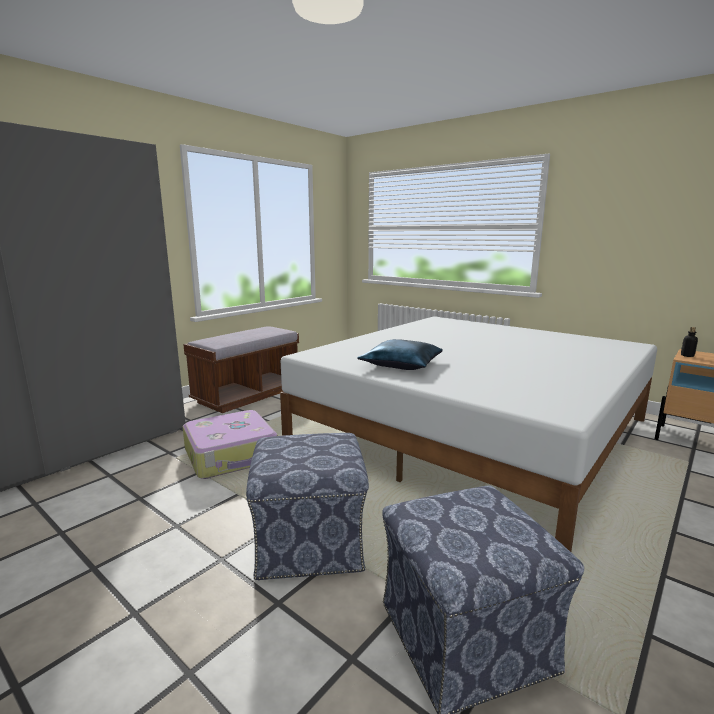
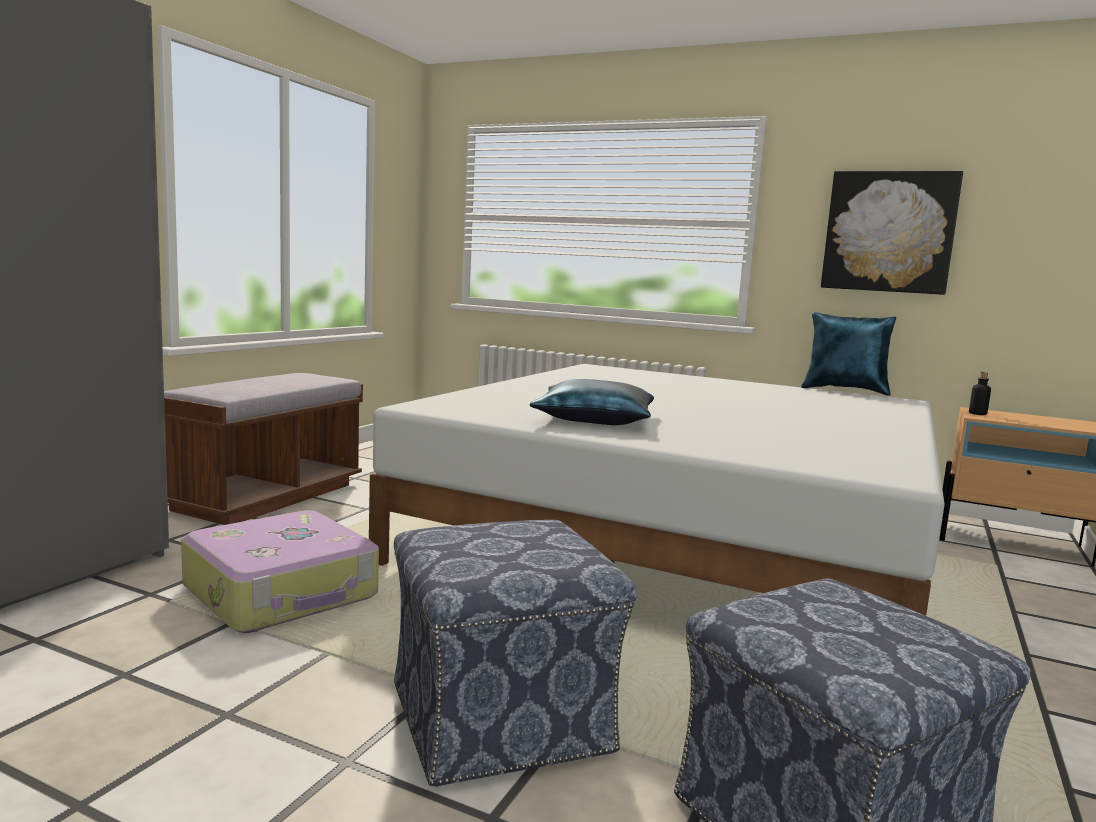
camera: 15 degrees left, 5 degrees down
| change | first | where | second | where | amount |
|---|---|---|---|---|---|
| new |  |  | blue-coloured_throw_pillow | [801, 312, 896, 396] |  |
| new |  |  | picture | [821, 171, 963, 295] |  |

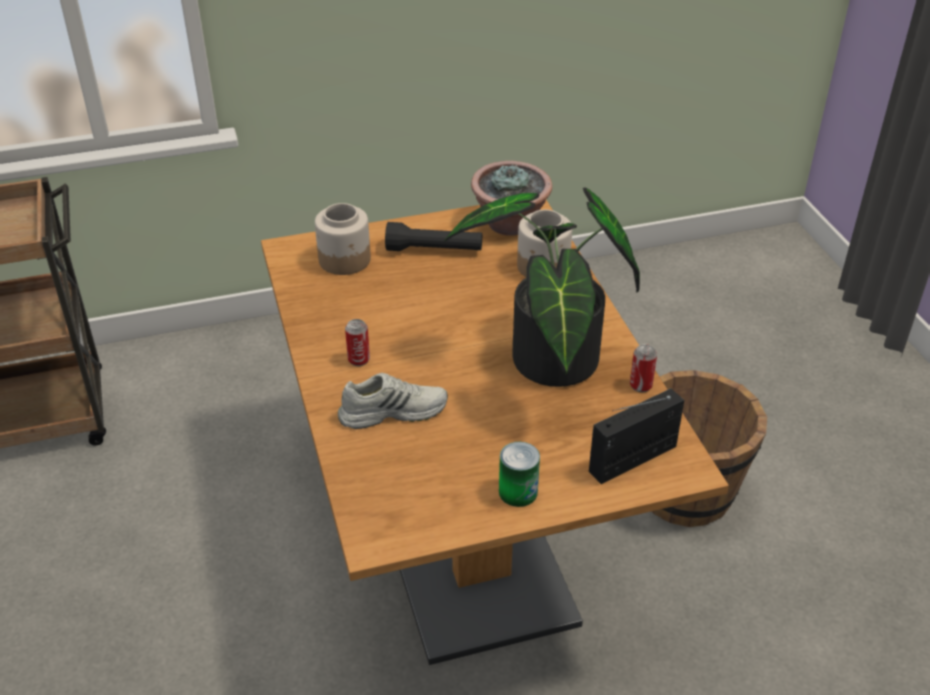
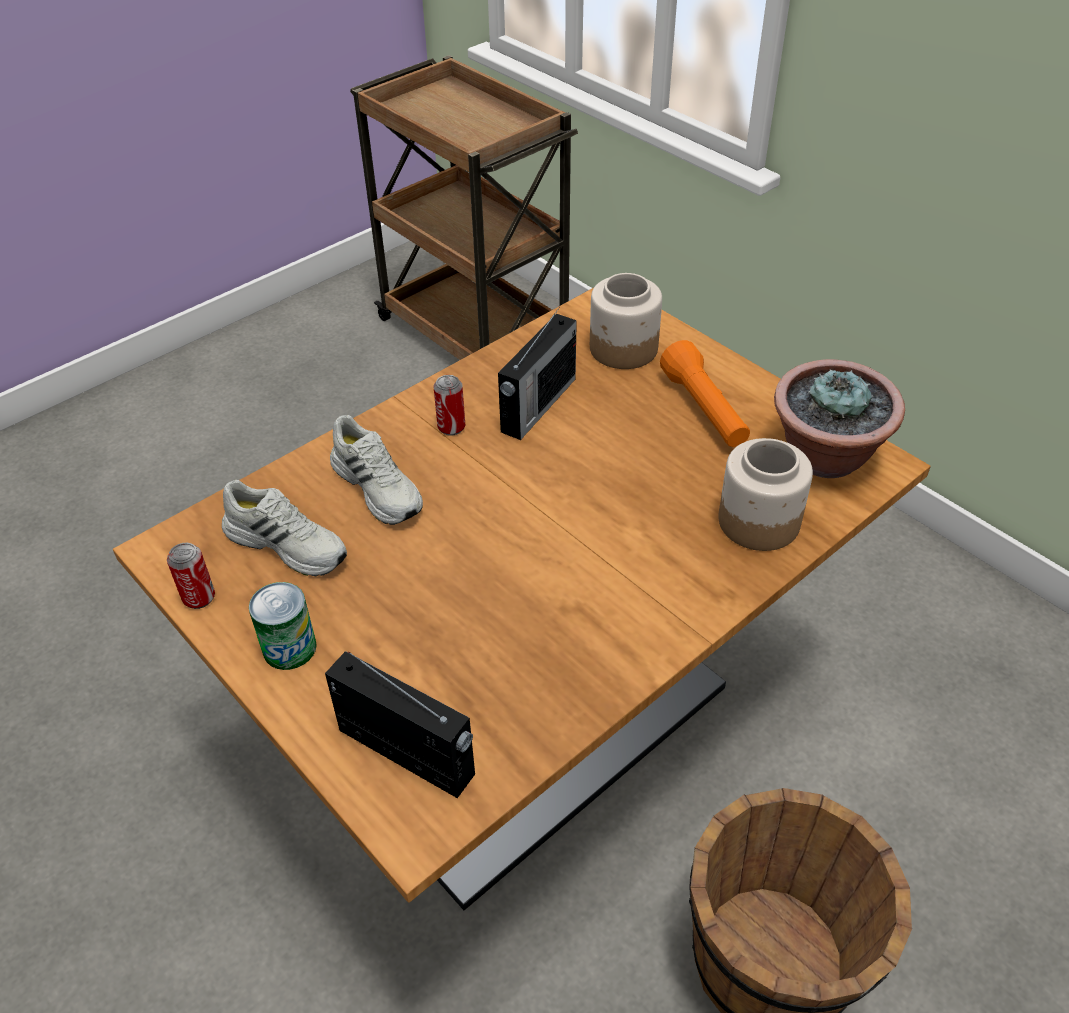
camera: 65 degrees right, 5 degrees up
| change | first | where | second | where | amount |
|---|---|---|---|---|---|
| shifted | can | [630, 344, 657, 392] |  | [167, 543, 215, 609] |  |
| new |  |  | white_item_of_footwear | [222, 480, 347, 576] |  |
| new |  |  | radio | [498, 307, 577, 440] |  |
| repainted | black_torch | [385, 222, 482, 251] | orangey_torch | [660, 340, 750, 447] |  |
| gone | potted_plant | [445, 188, 640, 387] |  |  |  |

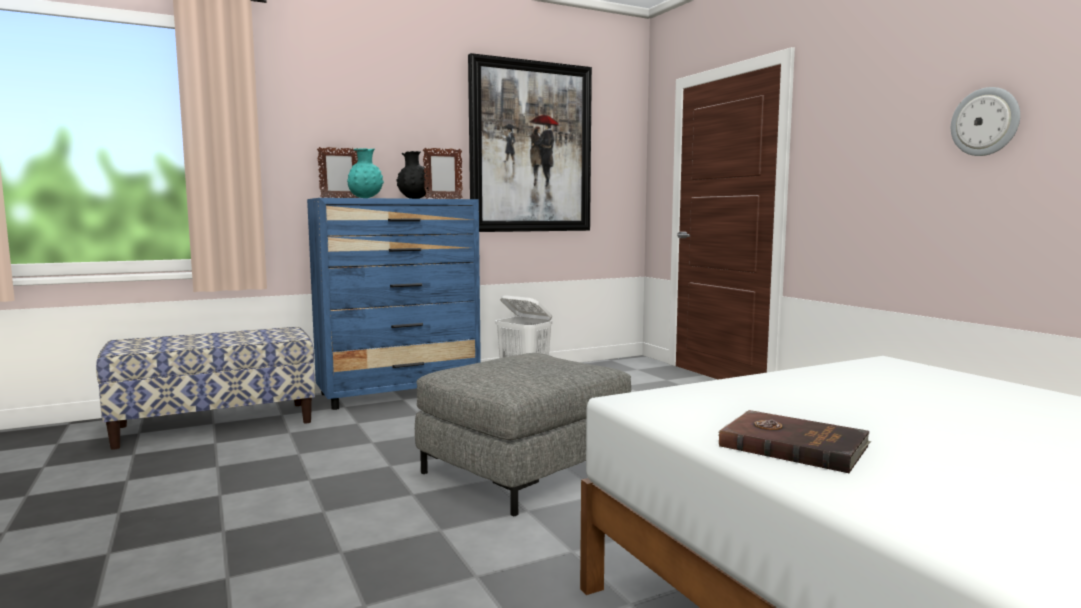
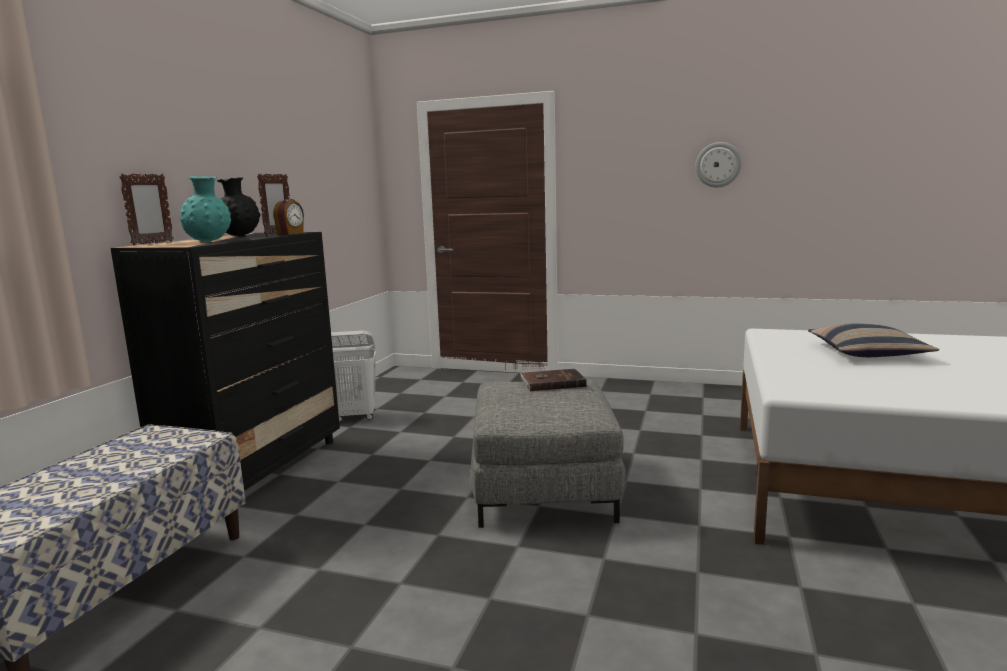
camera: 45 degrees left, 5 degrees up
| change | first | where | second | where | amount |
|---|---|---|---|---|---|
| repainted | blue-coloured_dresser | [307, 198, 481, 410] | black_dresser | [111, 232, 340, 491] |  |
| new |  |  | table_clock | [273, 199, 304, 235] |  |
| shifted | brown_volume | [718, 410, 871, 473] |  | [520, 369, 587, 391] |  |
| new |  |  | throw_pillow | [808, 323, 940, 357] |  |
| gone | picture | [468, 53, 592, 232] |  |  |  |

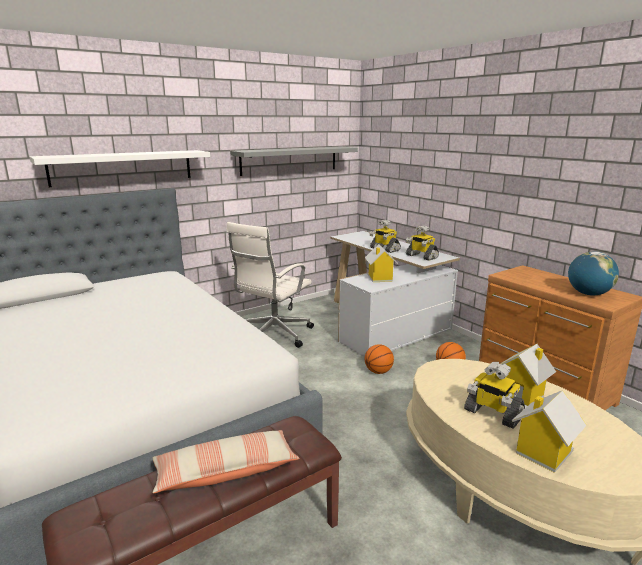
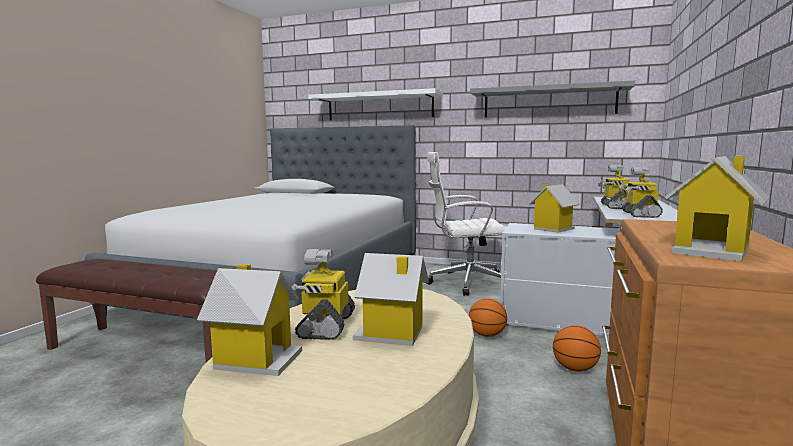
camera: 55 degrees right, 10 degrees down
| change | first | where | second | where | amount |
|---|---|---|---|---|---|
| swapped | globe | [568, 251, 619, 296] | toy_house | [665, 156, 769, 261] |  |
| gone | throw_pillow | [153, 430, 299, 493] |  |  |  |

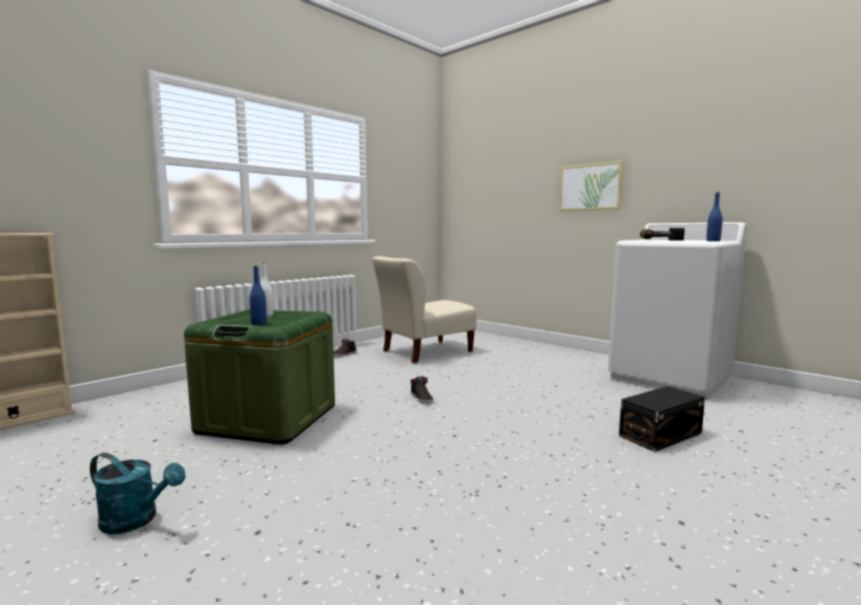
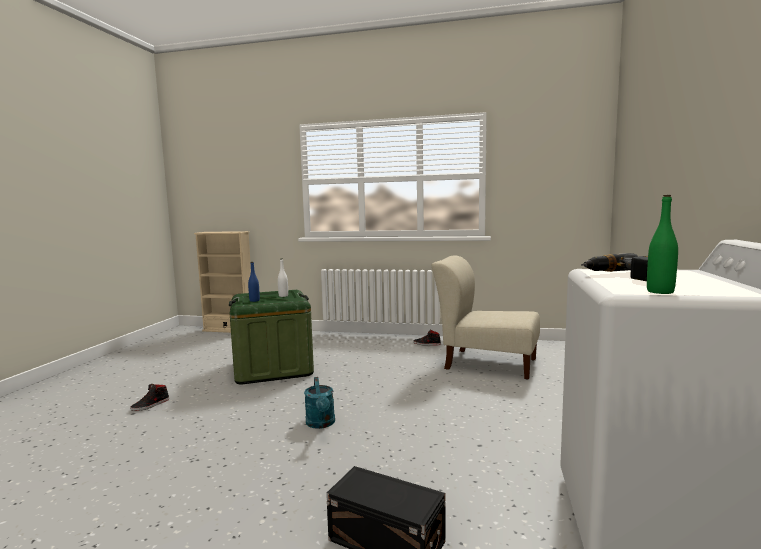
camera: 60 degrees right, 0 degrees up
| change | first | where | second | where | amount |
|---|---|---|---|---|---|
| shifted | black_item_of_footwear | [411, 376, 433, 403] |  | [130, 384, 169, 411] |  |
| shifted | turquoise_sprinkling_can | [90, 453, 185, 534] |  | [304, 377, 335, 429] |  |
| repainted | blue-coloured_beverage_bottle | [707, 192, 723, 241] | green_beverage_bottle | [647, 195, 678, 294] |  |
| gone | picture | [559, 161, 624, 211] |  |  |  |

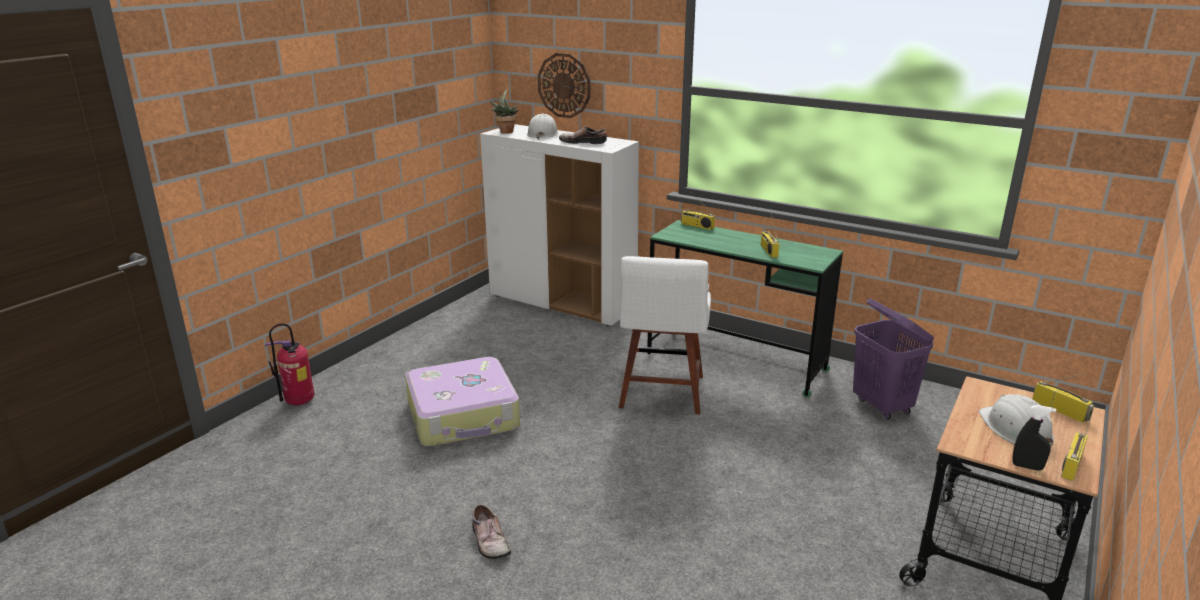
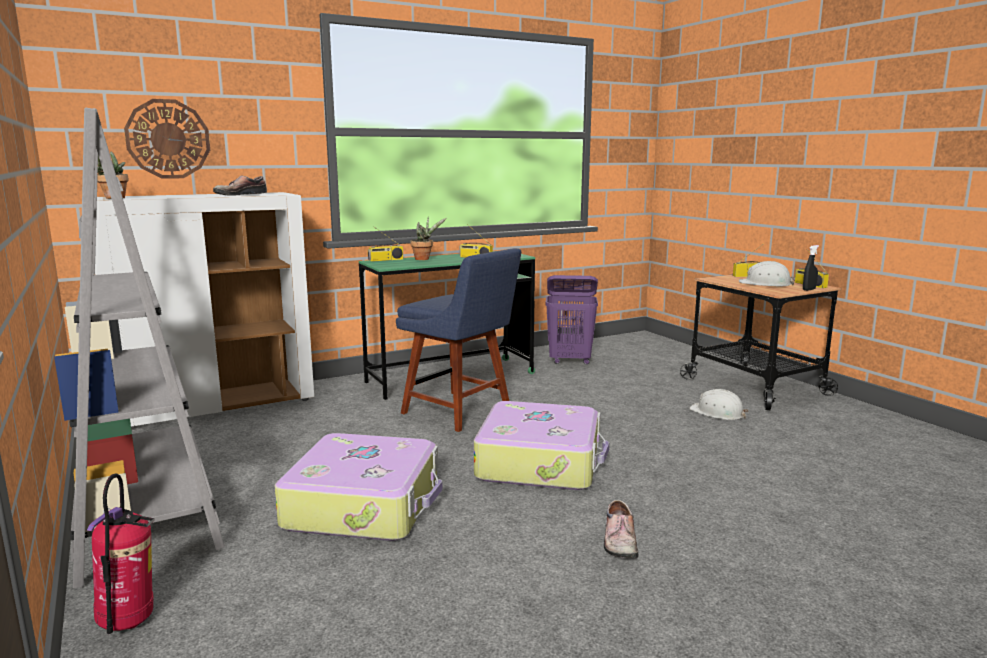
camera: 60 degrees left, 10 degrees down
| change | first | where | second | where | amount |
|---|---|---|---|---|---|
| new |  |  | greyish_bookshelf | [54, 108, 225, 588] |  |
| repainted | white_chair | [619, 256, 711, 415] | blue-coloured_chair | [396, 248, 521, 432] |  |
| new |  |  | potted_plant | [410, 217, 447, 260] |  |
| new |  |  | suitcase | [474, 401, 609, 490] |  |
| rotated | item_of_footwear | [472, 504, 511, 559] |  | [604, 500, 639, 558] | 90 degrees clockwise |
| shifted | white_work_helmet | [527, 114, 559, 139] |  | [689, 389, 749, 420] |  |

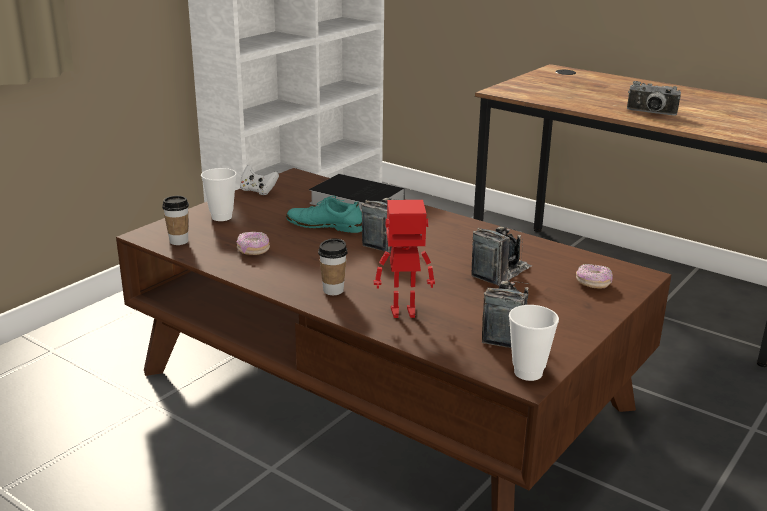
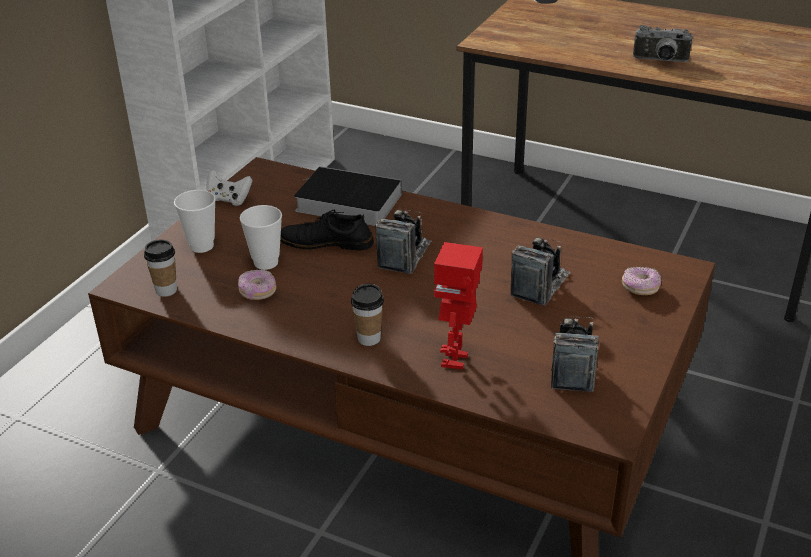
camera: 10 degrees left, 10 degrees up
| change | first | where | second | where | amount |
|---|---|---|---|---|---|
| shifted | cup | [509, 305, 559, 381] |  | [240, 205, 282, 270] |  |
| repainted | turquoise_item_of_footwear | [286, 196, 362, 233] | black_item_of_footwear | [280, 210, 374, 250] |  |
| rotated | model_robot | [374, 200, 435, 318] |  | [434, 242, 483, 369] | 60 degrees counterclockwise |

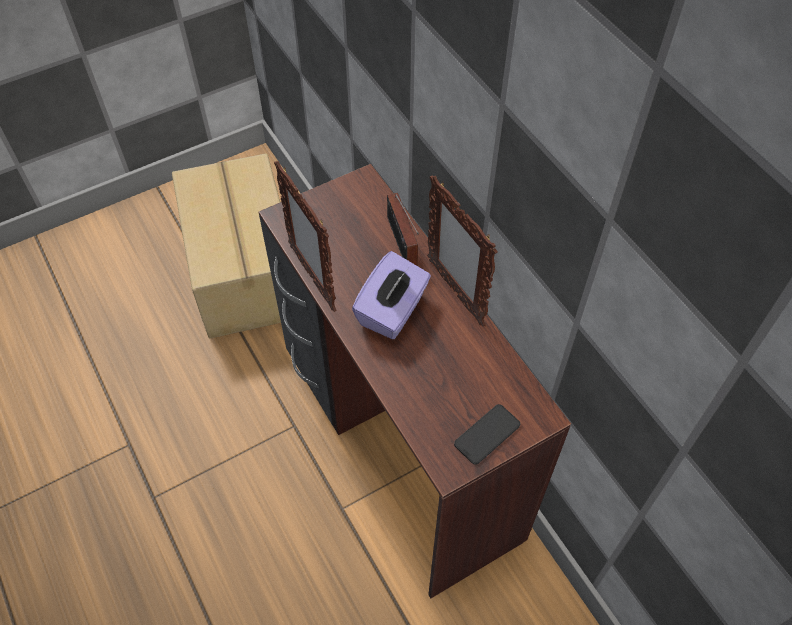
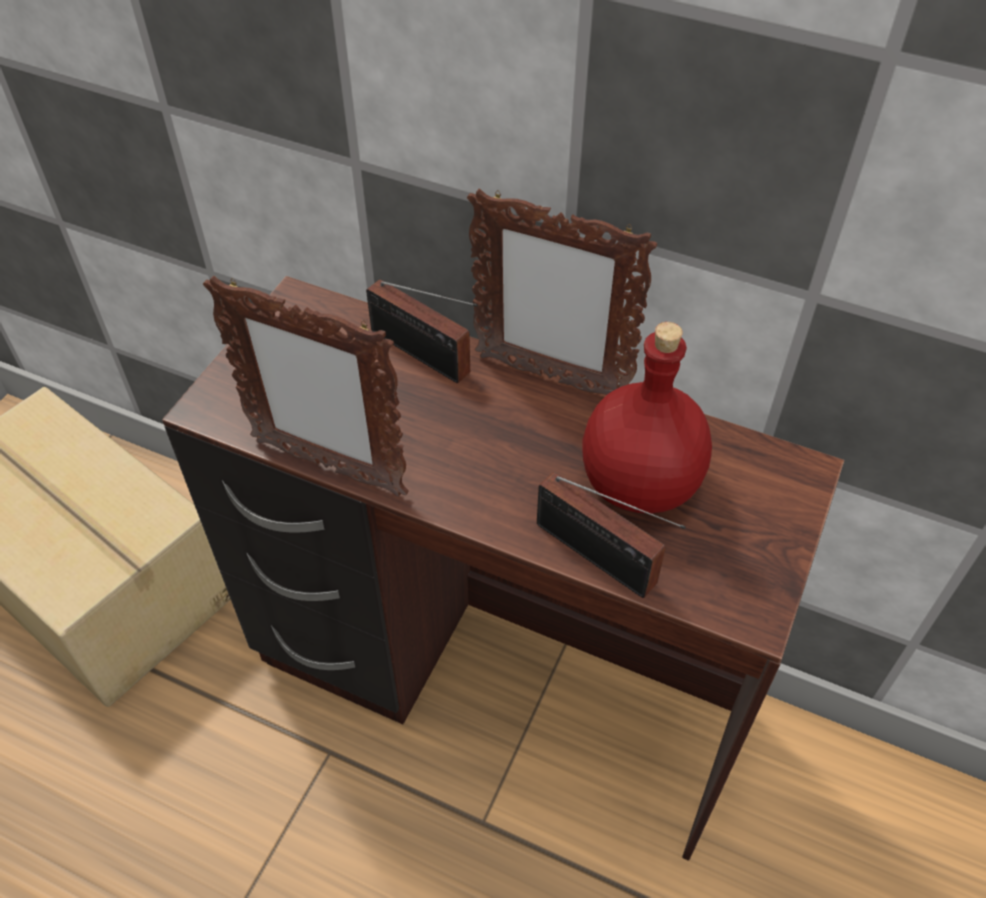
camera: 35 degrees left, 5 degrees down
| change | first | where | second | where | amount |
|---|---|---|---|---|---|
| new |  |  | radio | [537, 472, 686, 598] |  |
| new |  |  | red_beverage_bottle | [582, 322, 712, 513] |  |
| gone | purple_box_of_tissues | [352, 251, 431, 339] |  |  |  |
| gone | phone | [454, 404, 520, 465] |  |  |  |

